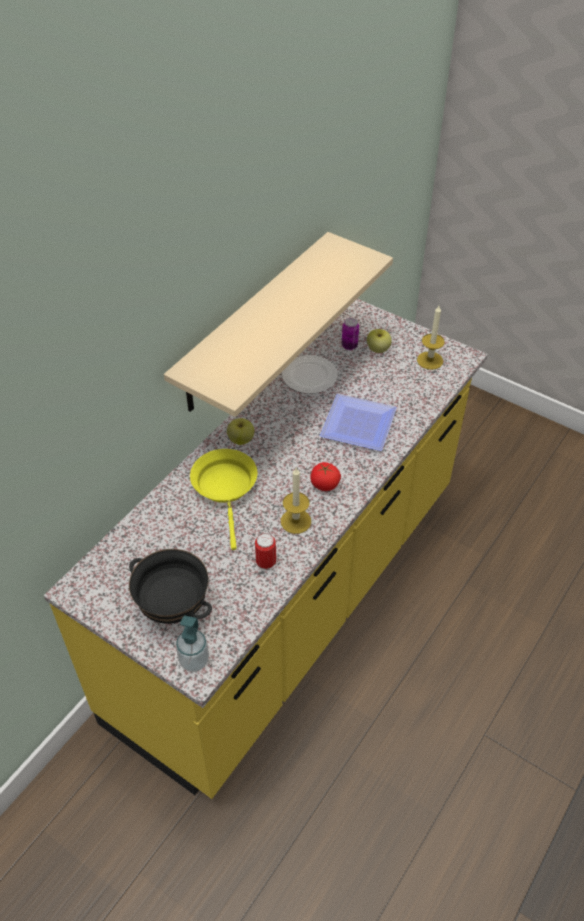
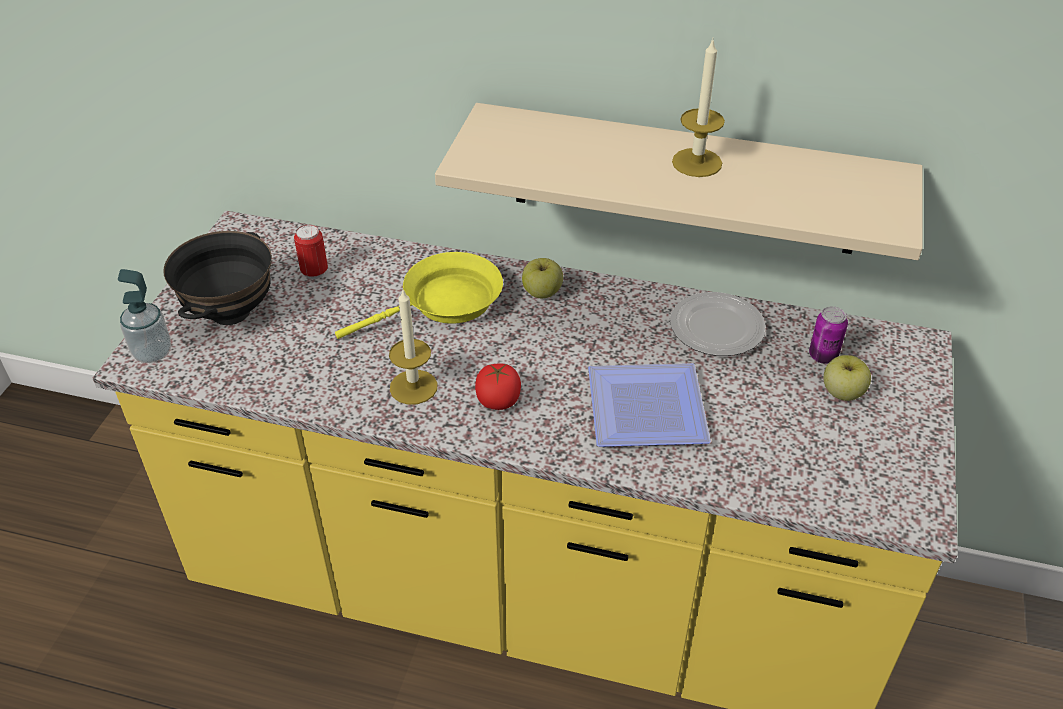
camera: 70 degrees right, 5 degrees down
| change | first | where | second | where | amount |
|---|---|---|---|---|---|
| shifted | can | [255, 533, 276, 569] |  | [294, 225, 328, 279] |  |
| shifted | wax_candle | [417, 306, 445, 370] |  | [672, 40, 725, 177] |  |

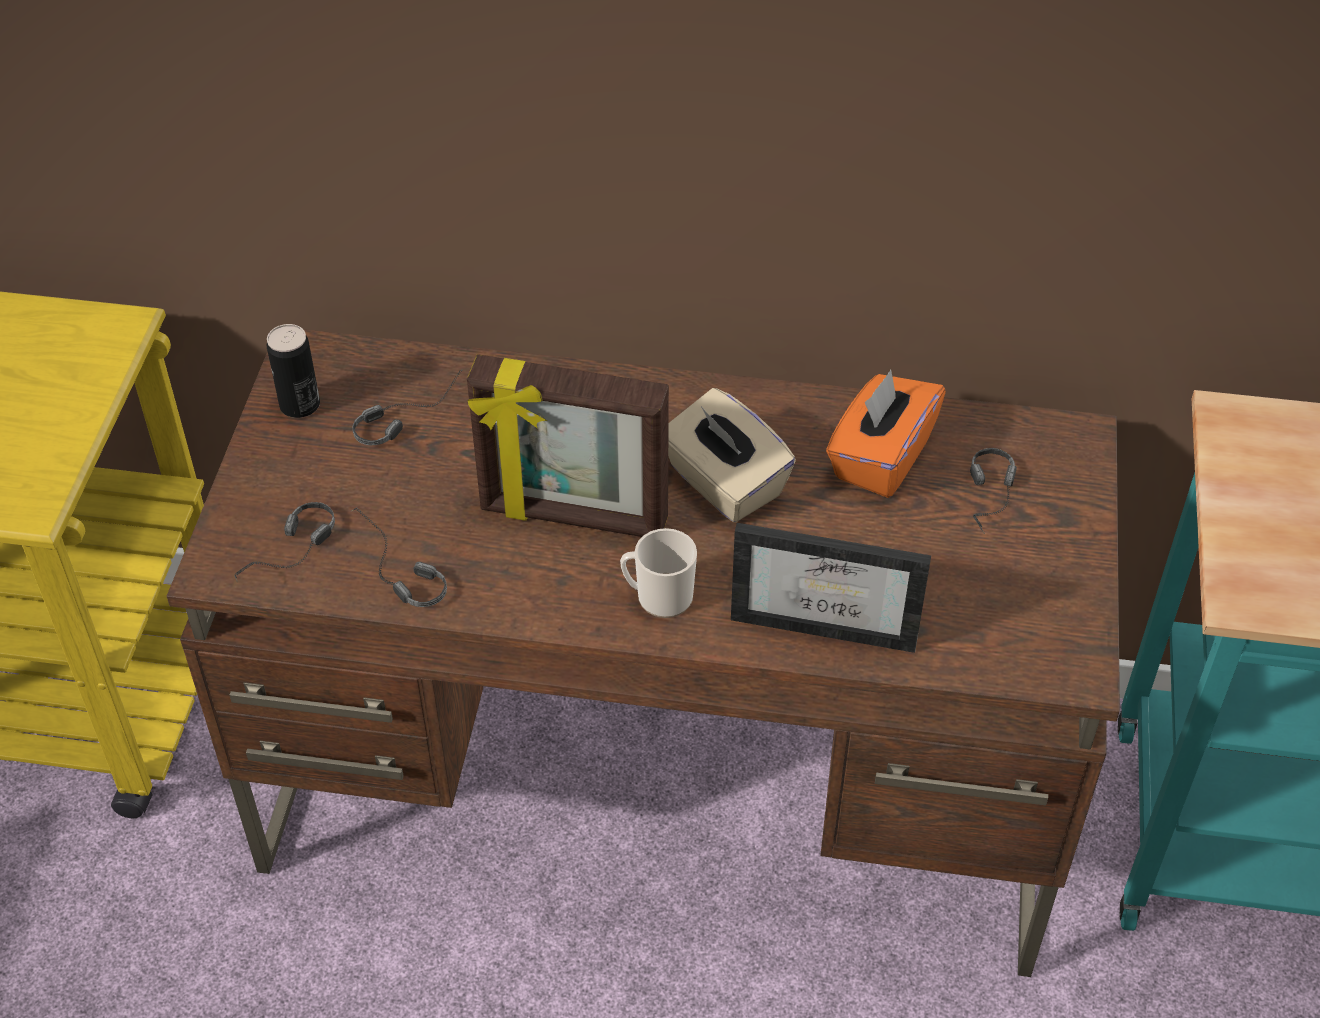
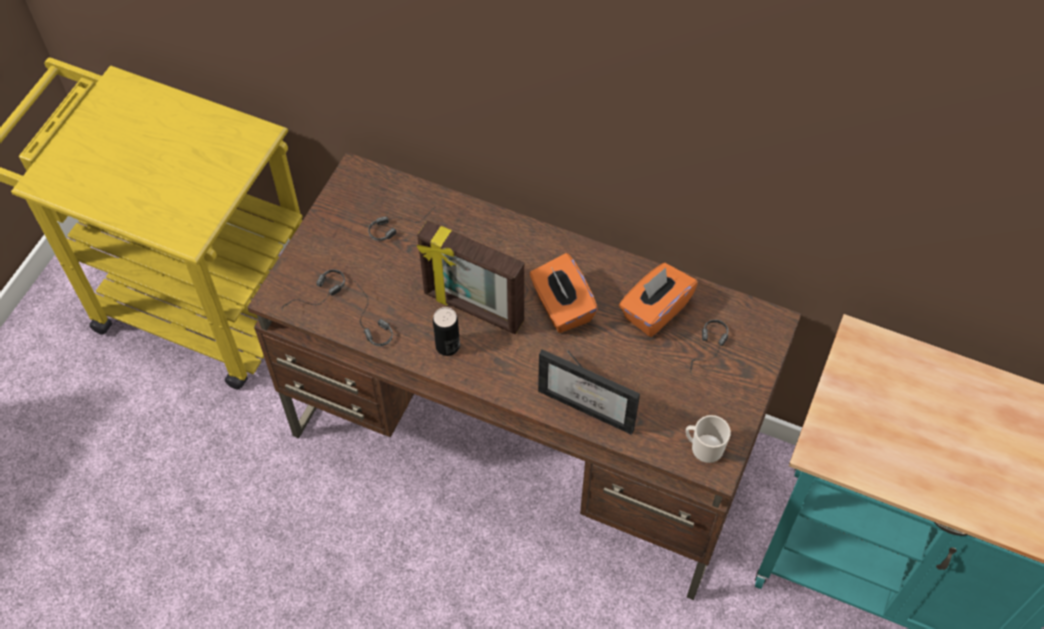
camera: 15 degrees right, 10 degrees up
| change | first | where | second | where | amount |
|---|---|---|---|---|---|
| shifted | can | [267, 324, 320, 418] |  | [433, 307, 460, 356] |  |
| repainted | beige_box_of_tissues | [668, 388, 796, 522] | orangey_box_of_tissues | [530, 253, 598, 333] |  |
| shifted | mug | [620, 528, 697, 618] |  | [686, 415, 731, 463] |  |

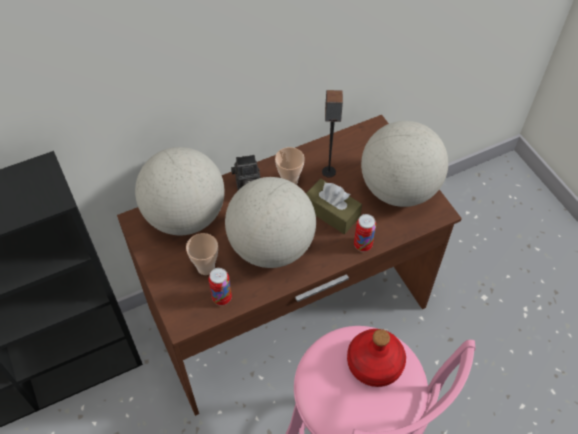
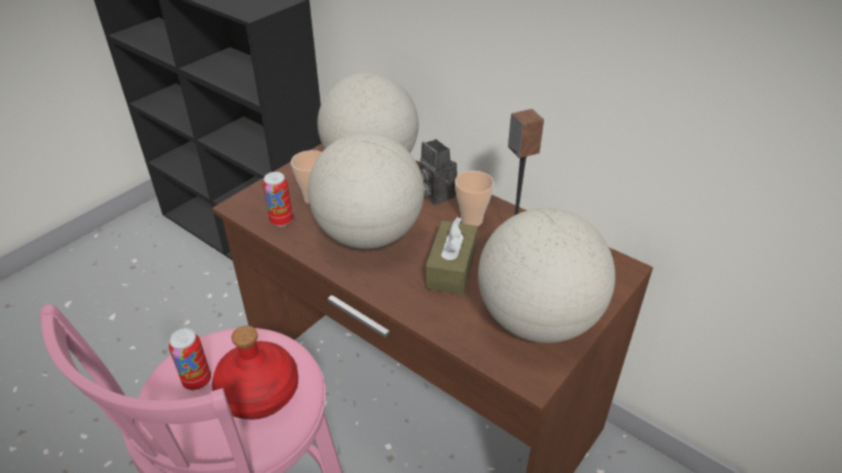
camera: 65 degrees right, 15 degrees down
| change | first | where | second | where | amount |
|---|---|---|---|---|---|
| shifted | can | [354, 214, 376, 252] |  | [169, 328, 211, 390] |  |

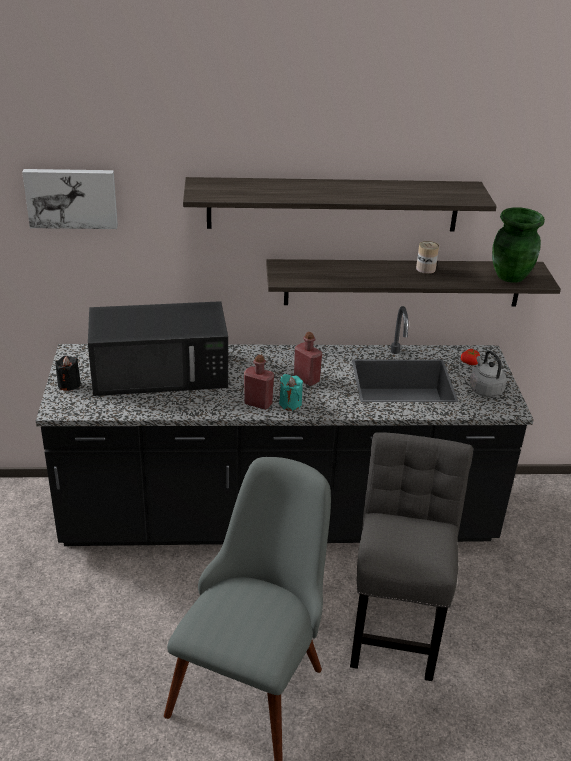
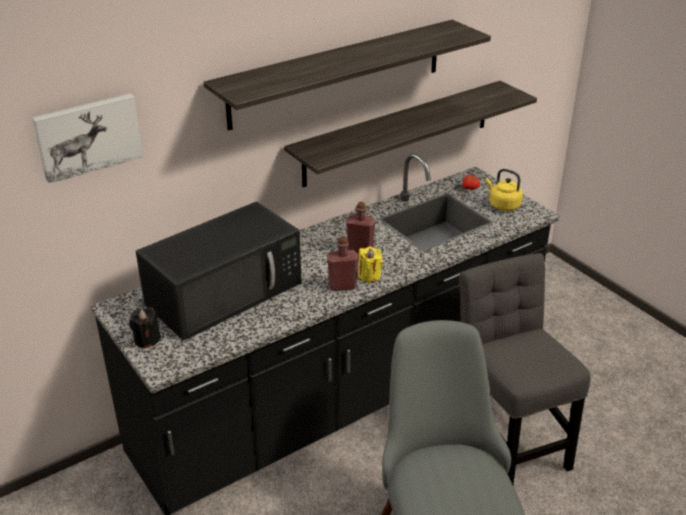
camera: 30 degrees left, 0 degrees up
| change | first | where | second | where | amount |
|---|---|---|---|---|---|
| repainted | turquoise_wax_candle | [279, 374, 303, 411] | yellowish_wax_candle | [358, 246, 383, 282] |  |
| repainted | greyish_kettle | [470, 351, 507, 397] | yellowish_kettle | [486, 169, 523, 211] |  |
| gone | can | [416, 241, 439, 274] |  |  |  |
| gone | green_vase | [492, 207, 545, 283] |  |  |  |

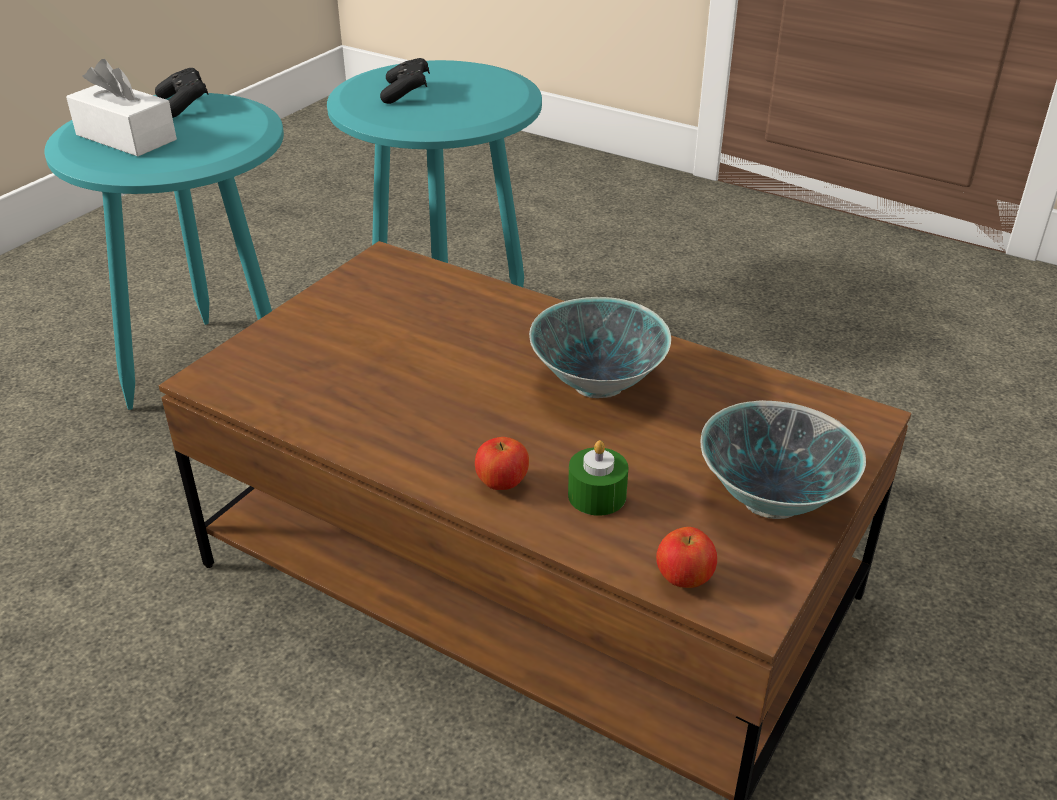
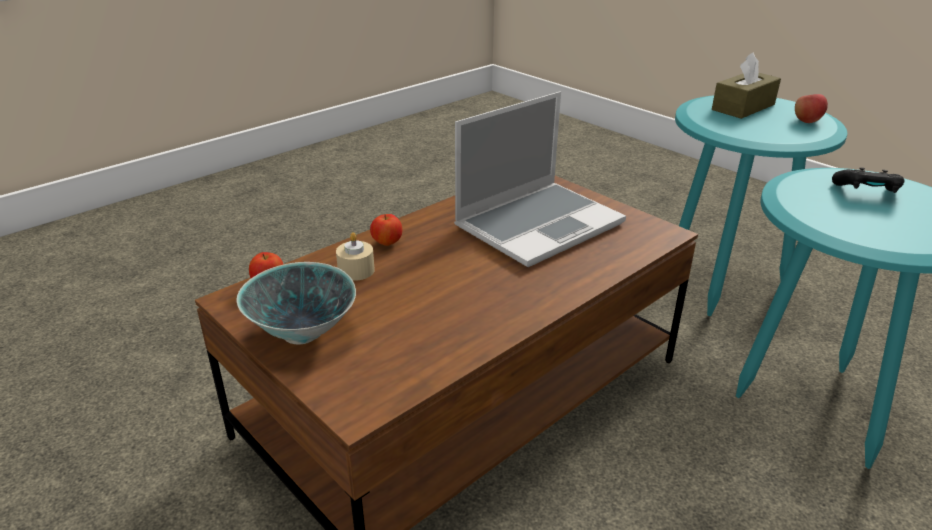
camera: 105 degrees right, 5 degrees down
| change | first | where | second | where | amount |
|---|---|---|---|---|---|
| repainted | green_wax_candle | [568, 440, 628, 516] | beige_wax_candle | [336, 232, 375, 281] |  |
| new |  |  | notebook_computer | [454, 91, 626, 267] |  |
| repainted | white_box_of_tissues | [66, 59, 177, 156] | brown_box_of_tissues | [712, 52, 781, 119] |  |
| swapped | black_gamepad | [155, 68, 209, 118] | whole_apple | [795, 94, 828, 123] |  |
| gone | bowl | [529, 297, 671, 398] |  |  |  |

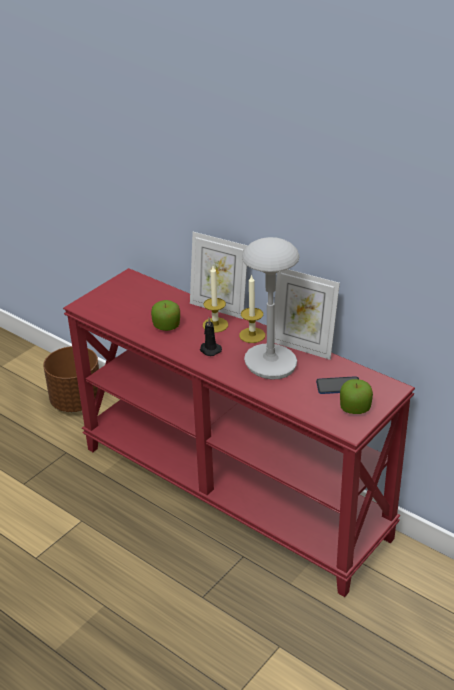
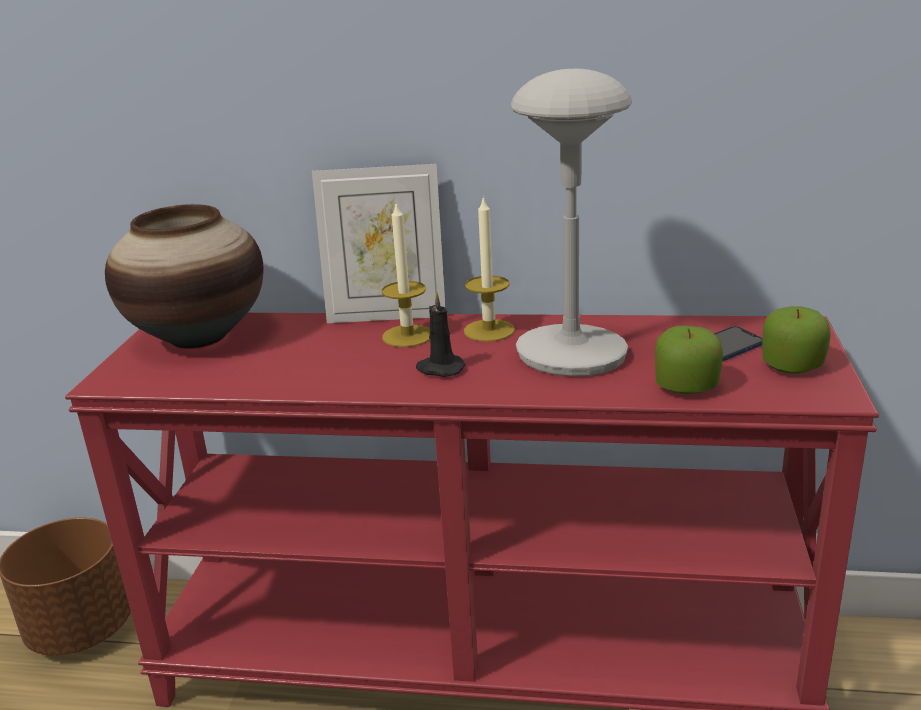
camera: 30 degrees left, 10 degrees down
| change | first | where | second | where | amount |
|---|---|---|---|---|---|
| new |  |  | vase | [105, 204, 264, 349] |  |
| shifted | whole_apple | [151, 300, 180, 331] |  | [655, 326, 723, 394] |  |
| gone | standing_frame | [274, 269, 340, 360] |  |  |  |

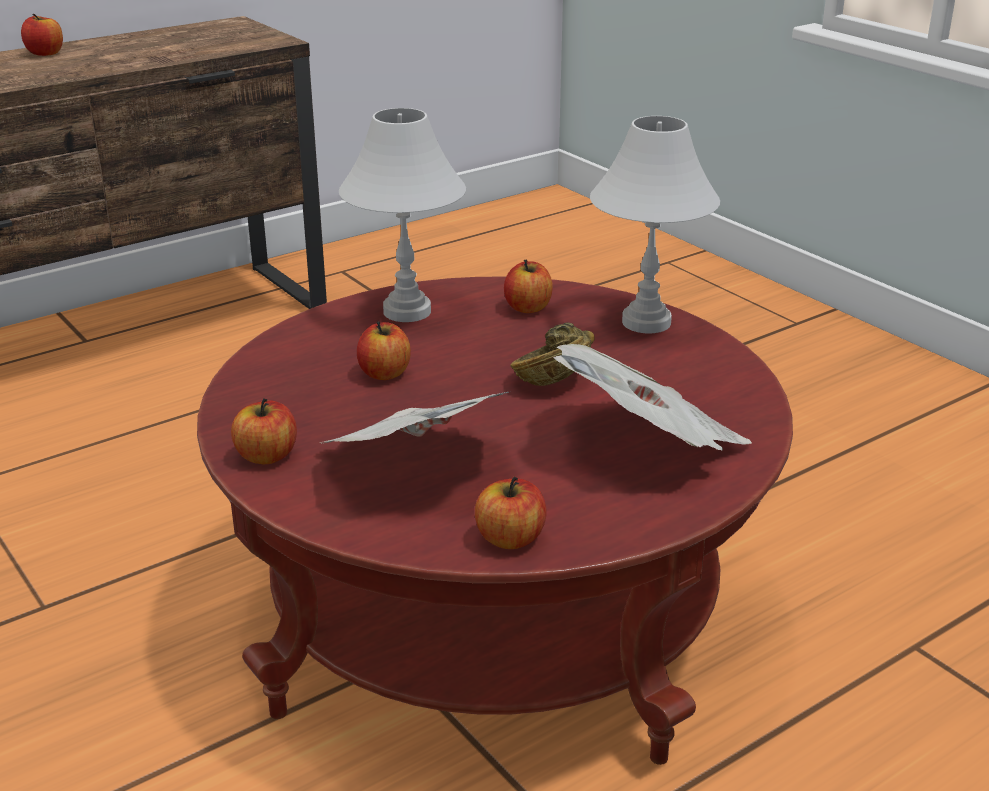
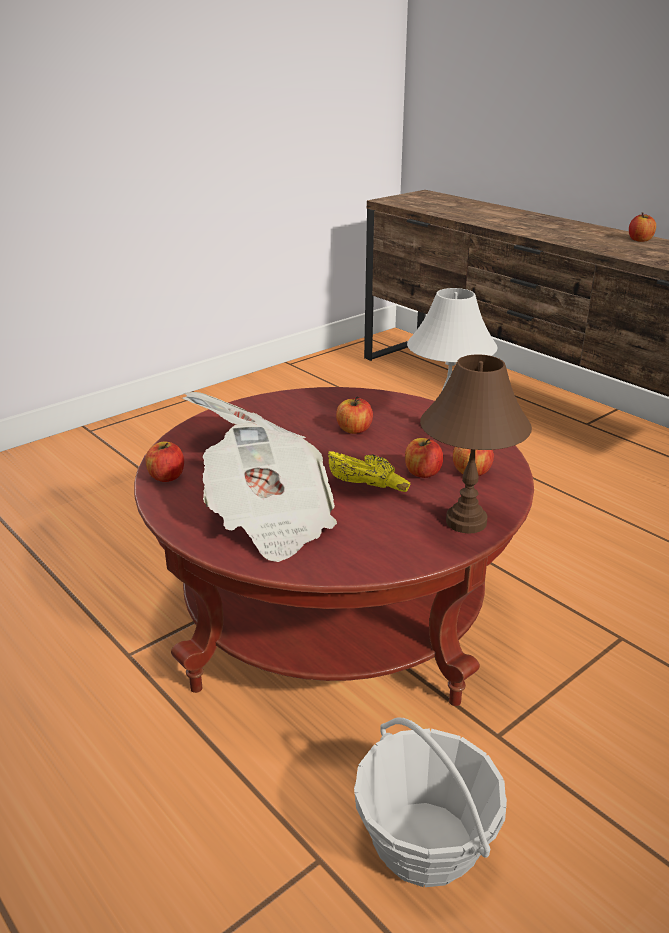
camera: 85 degrees right, 0 degrees up
| change | first | where | second | where | amount |
|---|---|---|---|---|---|
| repainted | brown_bowl | [510, 322, 595, 386] | yellowish_bowl | [328, 451, 410, 492] |  |
| new |  |  | storage_basket | [354, 718, 507, 887] |  |
| shifted | whole_apple | [231, 398, 297, 464] |  | [405, 438, 443, 478] |  |
| repainted | white_table_lamp | [590, 116, 720, 333] | brown_table_lamp | [420, 354, 532, 534] |  |

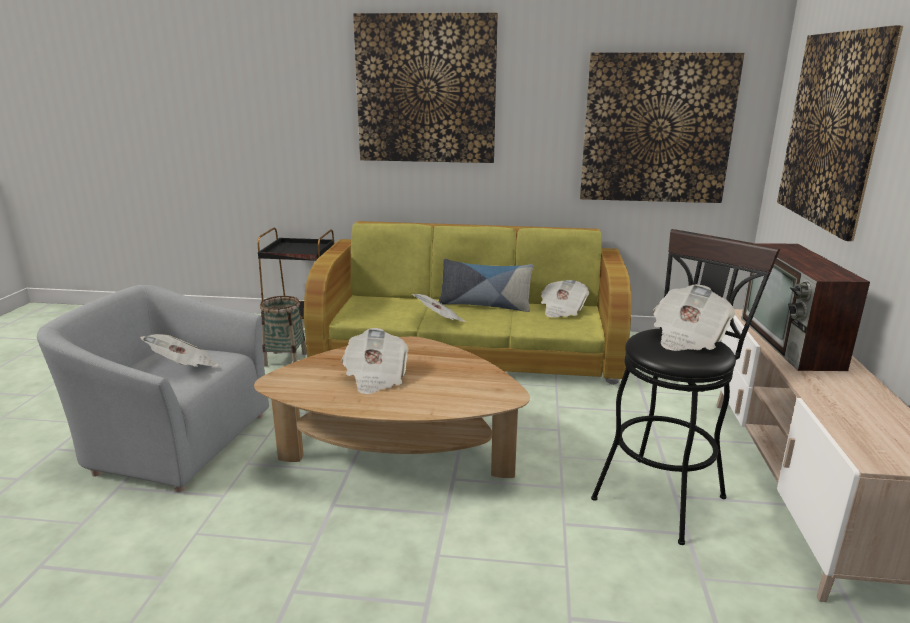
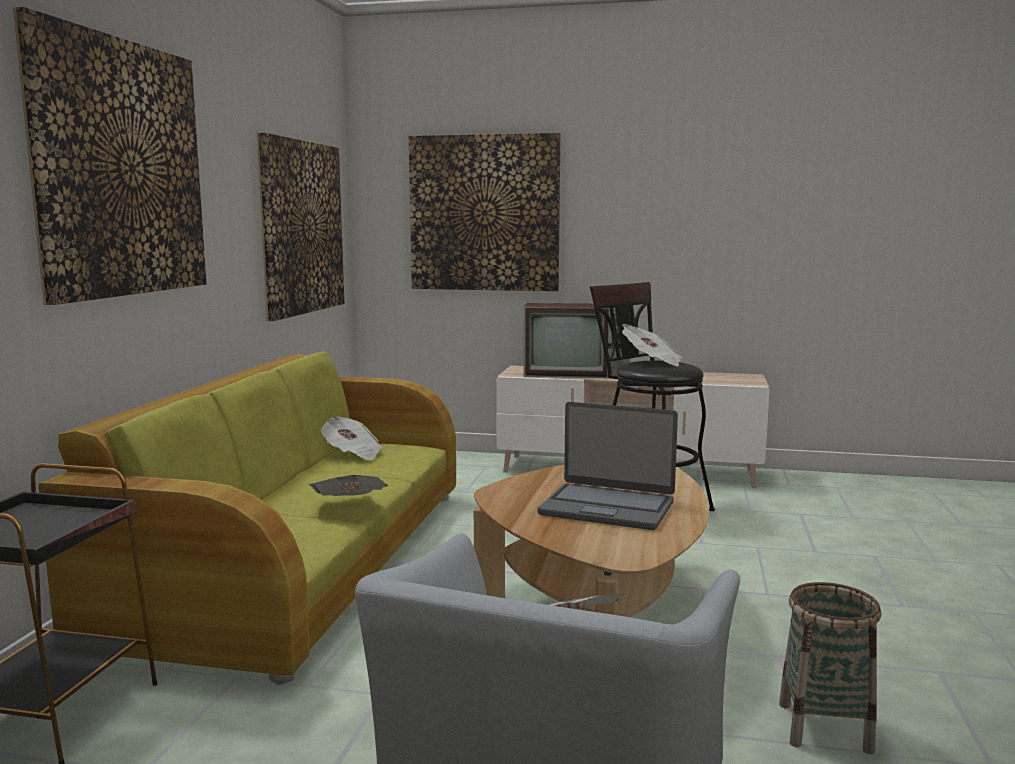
camera: 85 degrees left, 10 degrees down
| change | first | where | second | where | amount |
|---|---|---|---|---|---|
| swapped | newspaper | [341, 328, 409, 394] | notebook_computer | [537, 402, 678, 530] |  |
| shifted | storage_basket | [260, 296, 307, 367] |  | [779, 582, 881, 754] |  |
| gone | throw_pillow | [439, 259, 534, 312] |  |  |  |

